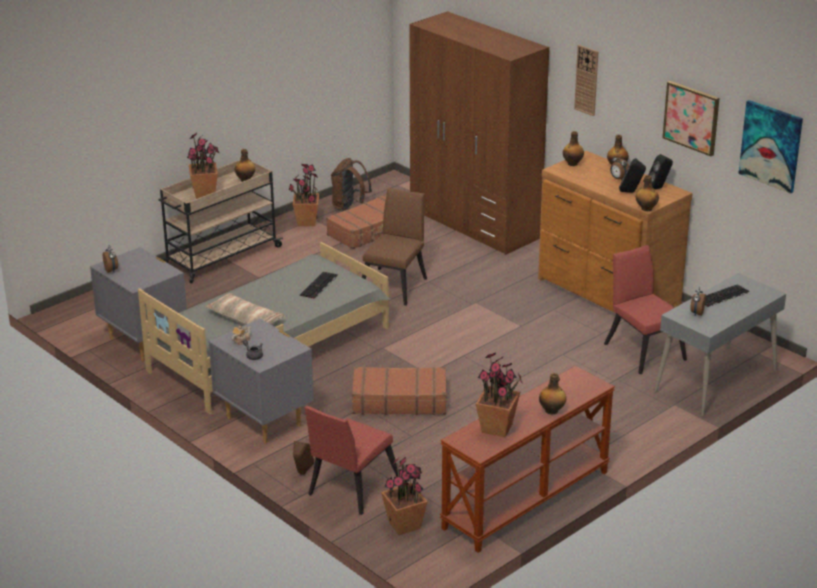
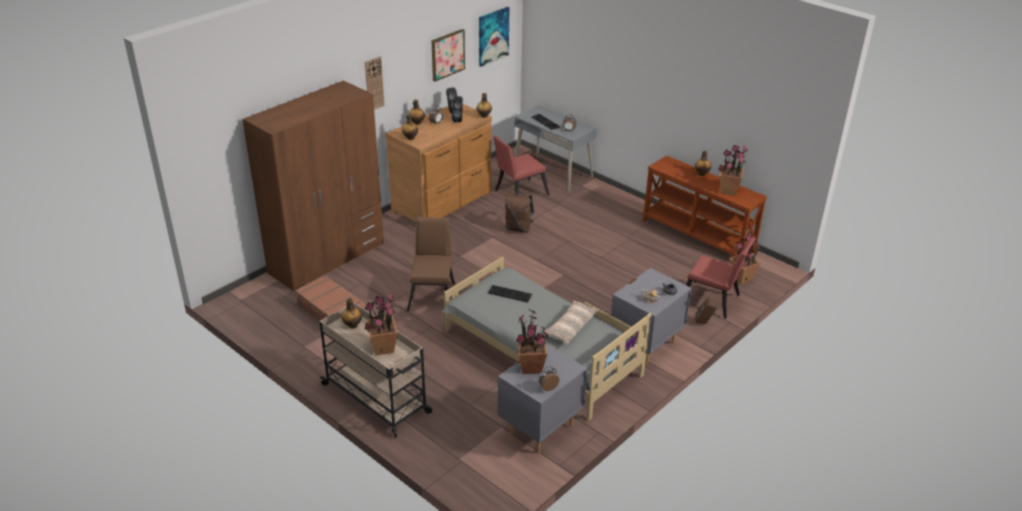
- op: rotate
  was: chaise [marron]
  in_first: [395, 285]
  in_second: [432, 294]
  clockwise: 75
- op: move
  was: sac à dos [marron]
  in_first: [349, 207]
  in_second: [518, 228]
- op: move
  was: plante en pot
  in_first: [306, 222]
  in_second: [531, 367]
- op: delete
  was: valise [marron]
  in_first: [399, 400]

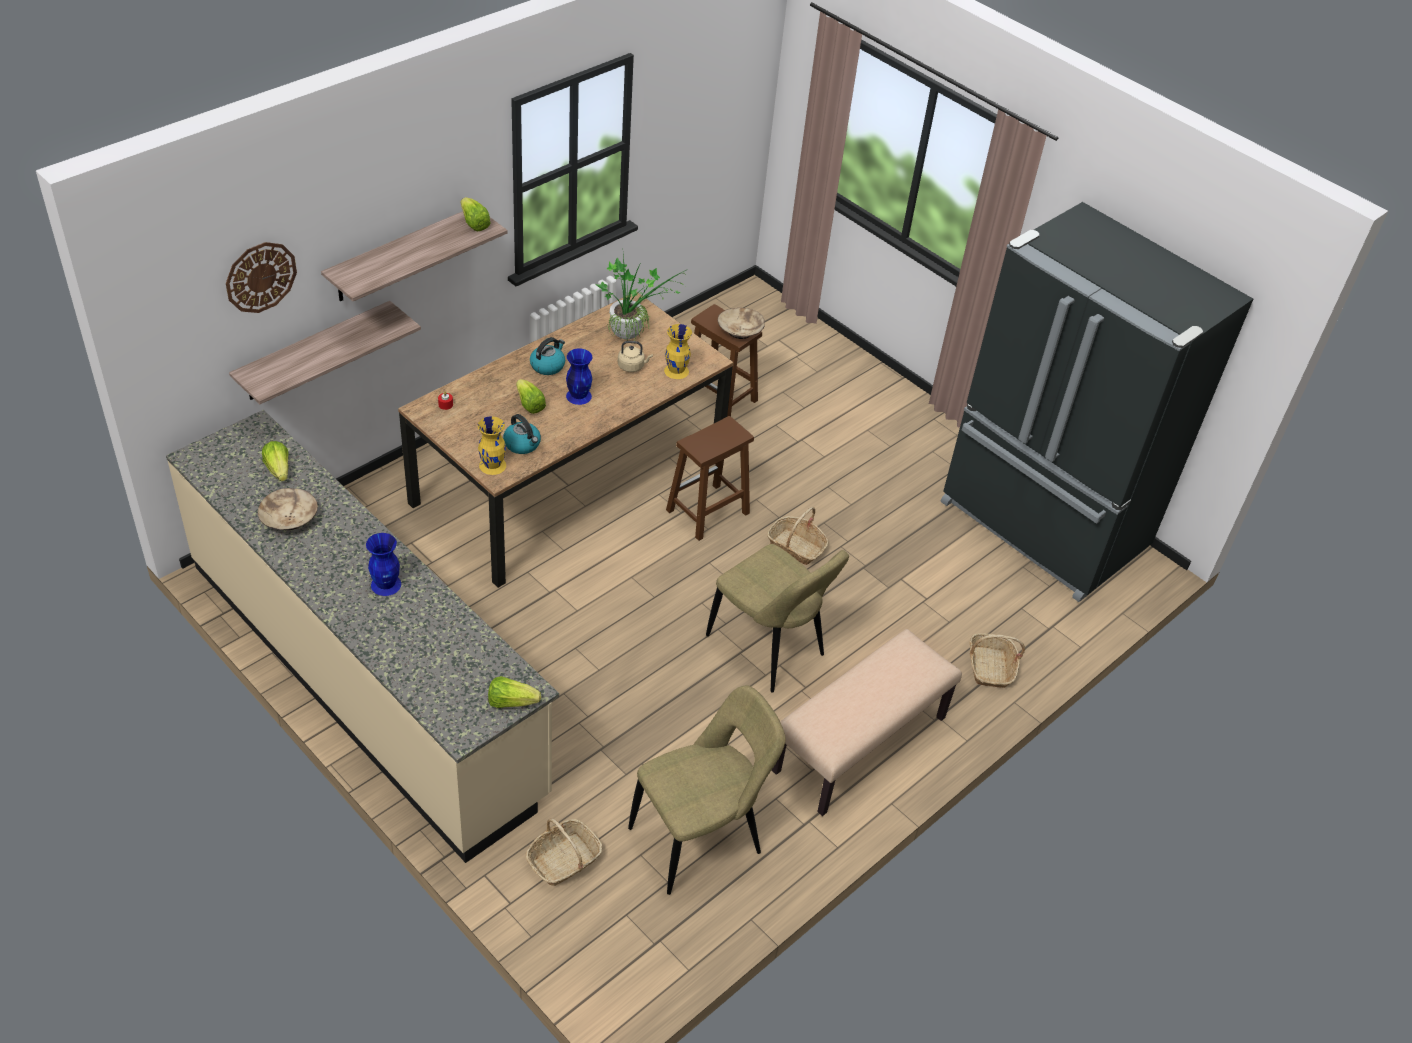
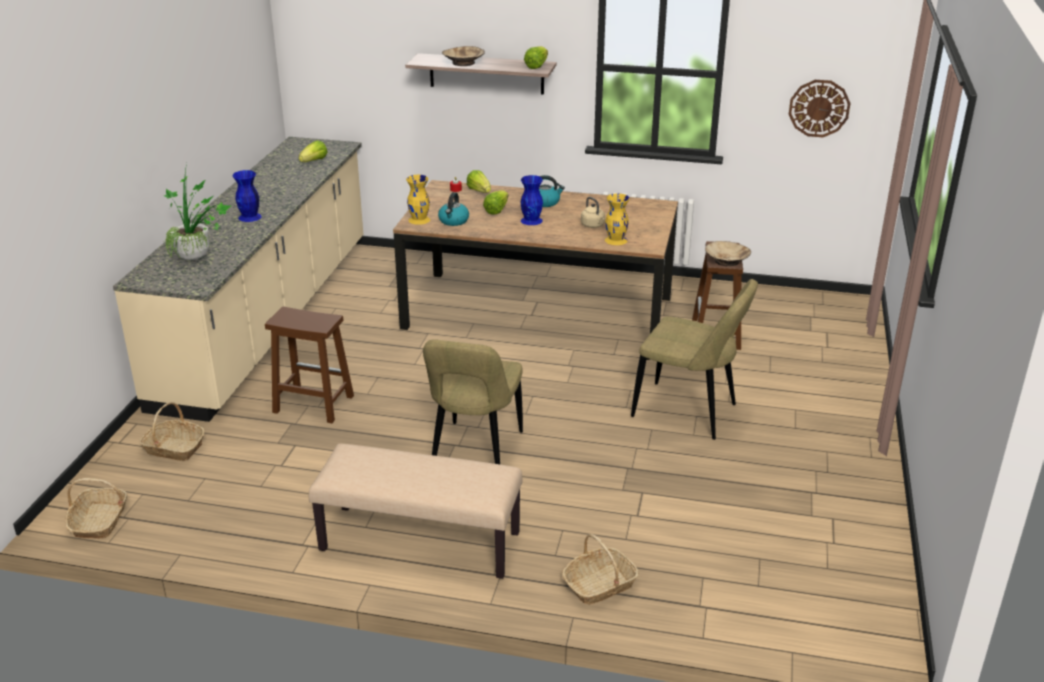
- op: move
  was: panier
  in_first: [796, 547]
  in_second: [99, 521]
- op: move
  was: plante en pot
  in_first: [632, 332]
  in_second: [199, 259]
- op: move
  was: tabouret [marron]
  in_first: [707, 512]
  in_second: [312, 404]
- op: move
  was: bol [beige]
  in_first: [289, 519]
  in_second: [463, 63]
- op: move
  was: laitue
  in_first: [511, 702]
  in_second: [479, 191]
- op: move
  was: chaise [beige]
  in_first: [700, 838]
  in_second: [689, 412]
- op: move
  was: horloge murale
  in_first: [260, 277]
  in_second: [819, 108]
- op: delete
  was: étagère
  in_first: [314, 352]
- op: delete
  was: réfrigérateur [noir]
  in_first: [1041, 527]

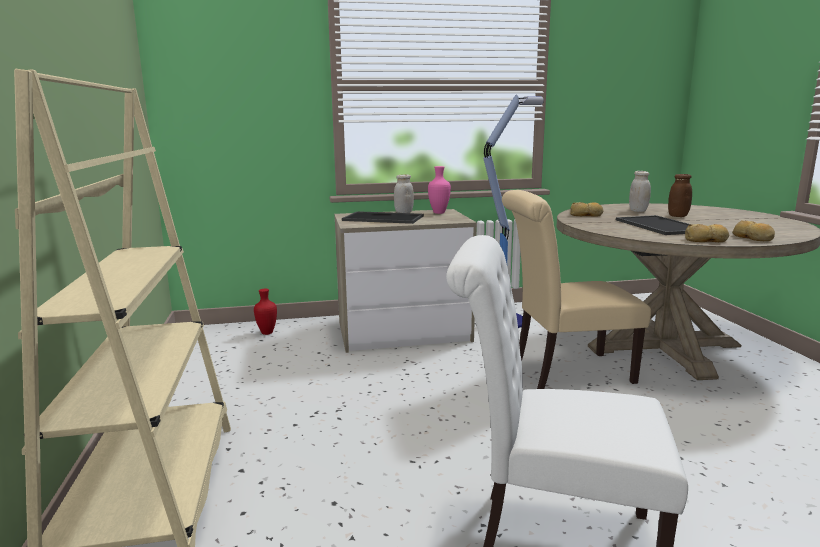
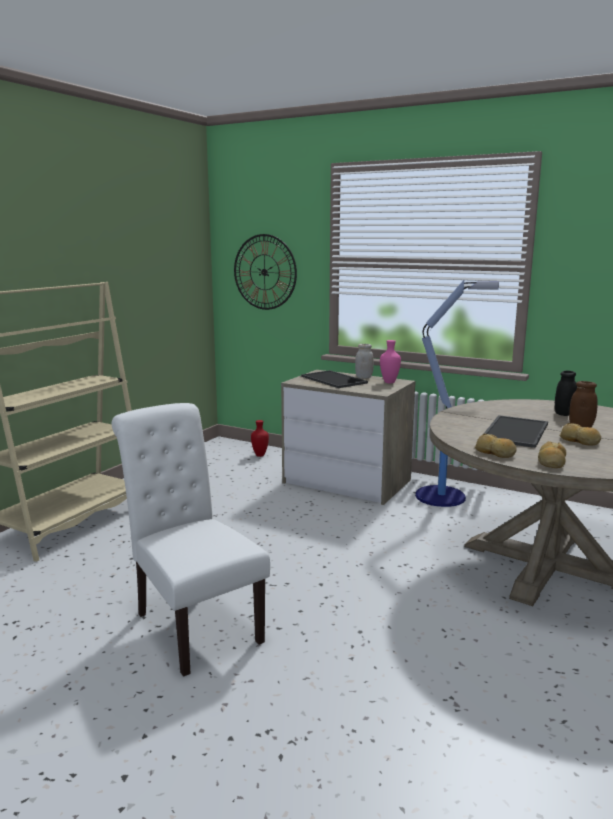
- op: insert
  now: horloge murale
  in_second: [264, 272]
- op: recolor
  was: bocal [blanc]
  now: bocal [noir]
  in_first: [638, 211]
  in_second: [564, 414]
- op: move
  was: pain
  in_first: [586, 215]
  in_second: [580, 441]
- op: delete
  was: chaise [beige]
  in_first: [565, 372]

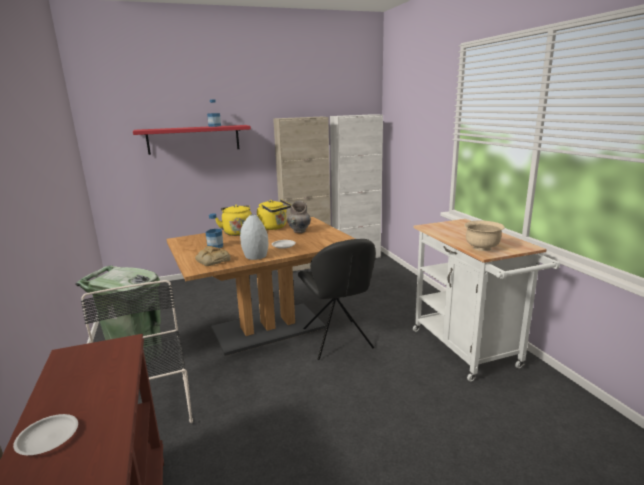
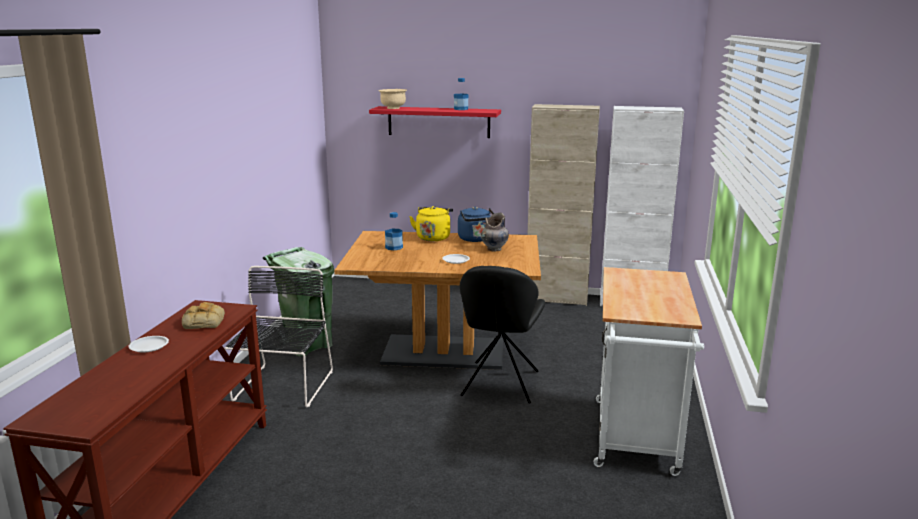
- op: move
  was: pain
  in_first: [212, 260]
  in_second: [203, 322]
- op: move
  was: bol [beige]
  in_first: [481, 248]
  in_second: [393, 108]
- op: recolor
  was: bouilloire [jaune]
  now: bouilloire [bleu]
  in_first: [274, 227]
  in_second: [476, 239]
- op: delete
  was: vase [gris]
  in_first: [255, 256]

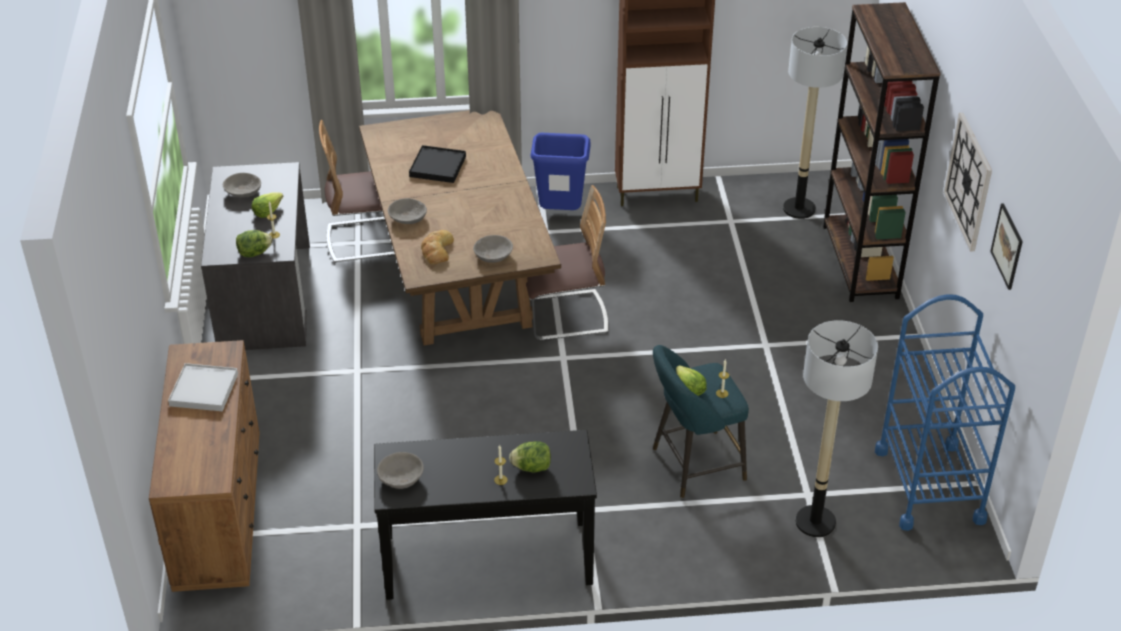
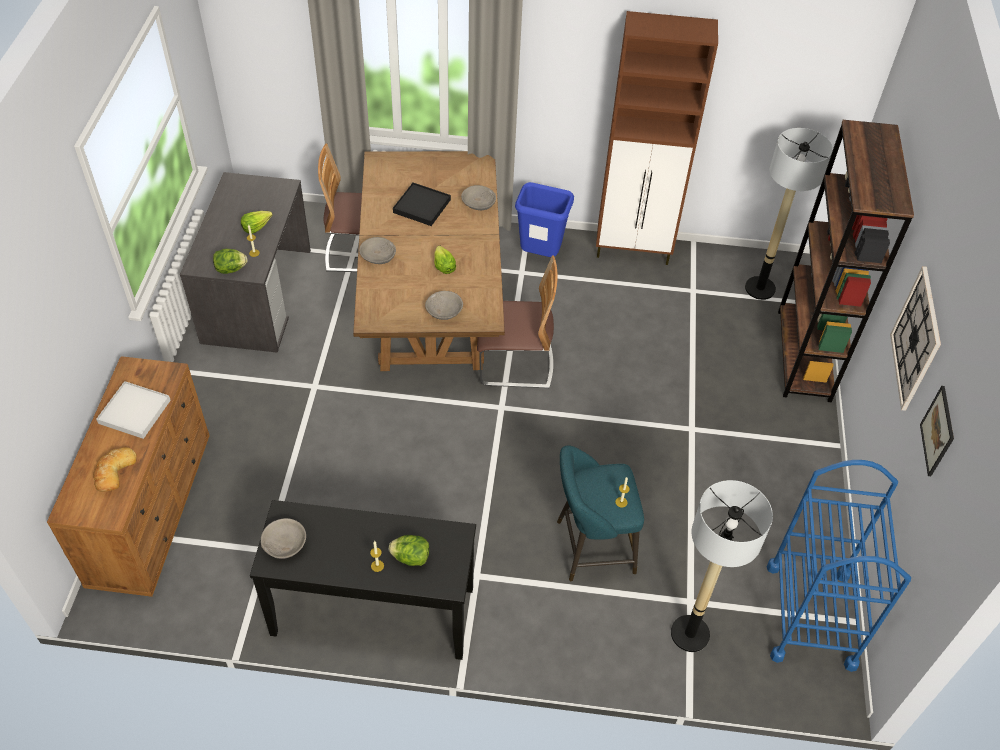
- op: move
  was: pain
  in_first: [436, 250]
  in_second: [113, 471]
- op: move
  was: laitue
  in_first: [689, 388]
  in_second: [443, 266]
- op: move
  was: bol [gris]
  in_first: [243, 192]
  in_second: [478, 204]

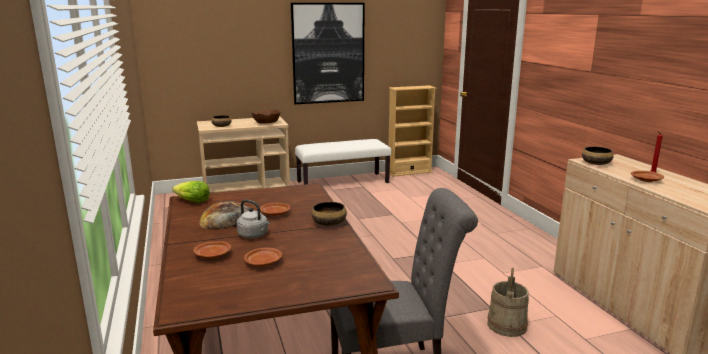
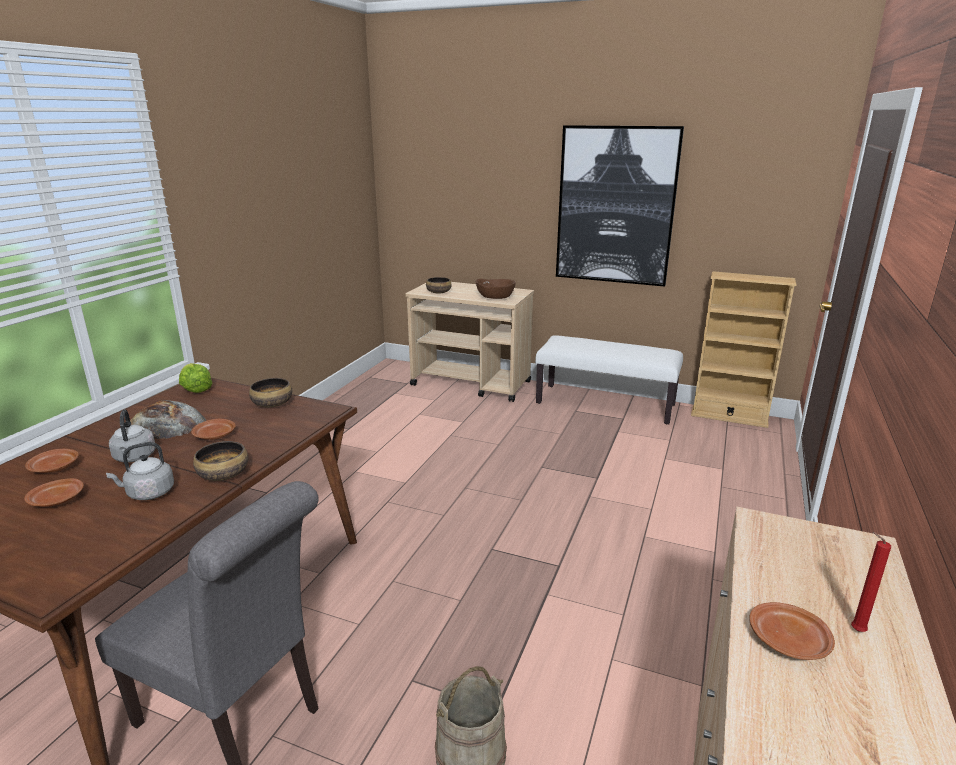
- op: insert
  now: bouilloire [gris]
  in_second: [148, 493]
- op: move
  was: bol
  in_first: [596, 163]
  in_second: [272, 404]

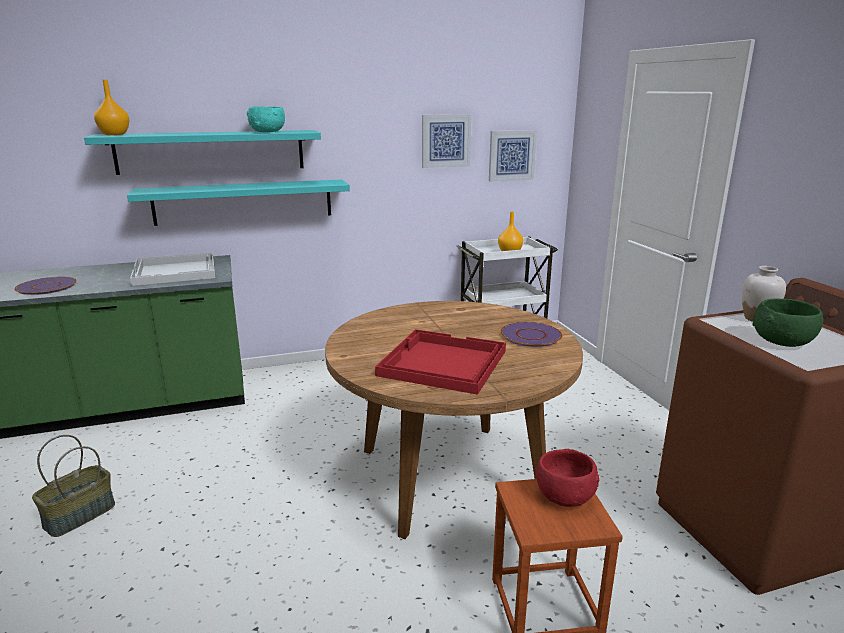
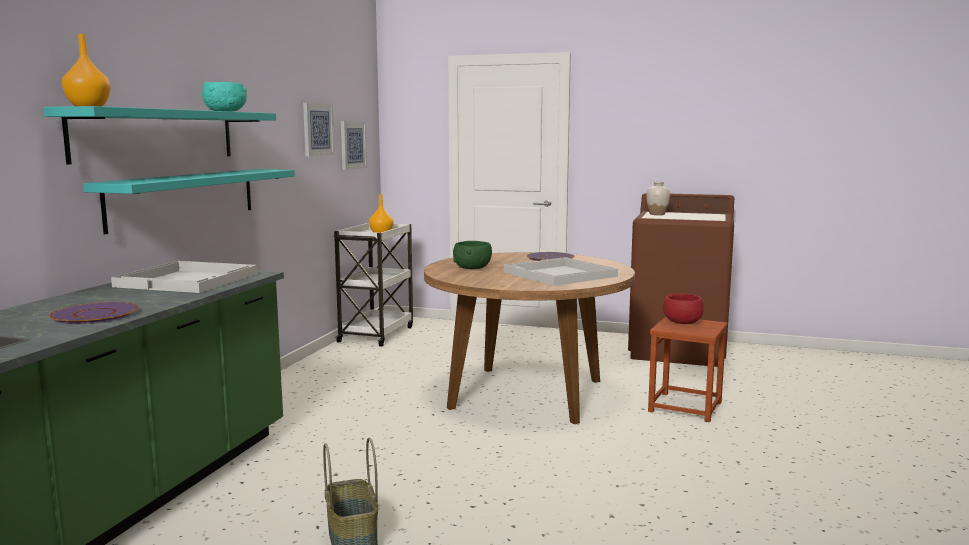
- op: move
  was: bol [vert]
  in_first: [782, 342]
  in_second: [473, 268]
- op: recolor
  was: plateau [rouge]
  now: plateau [blanc]
  in_first: [441, 363]
  in_second: [559, 274]

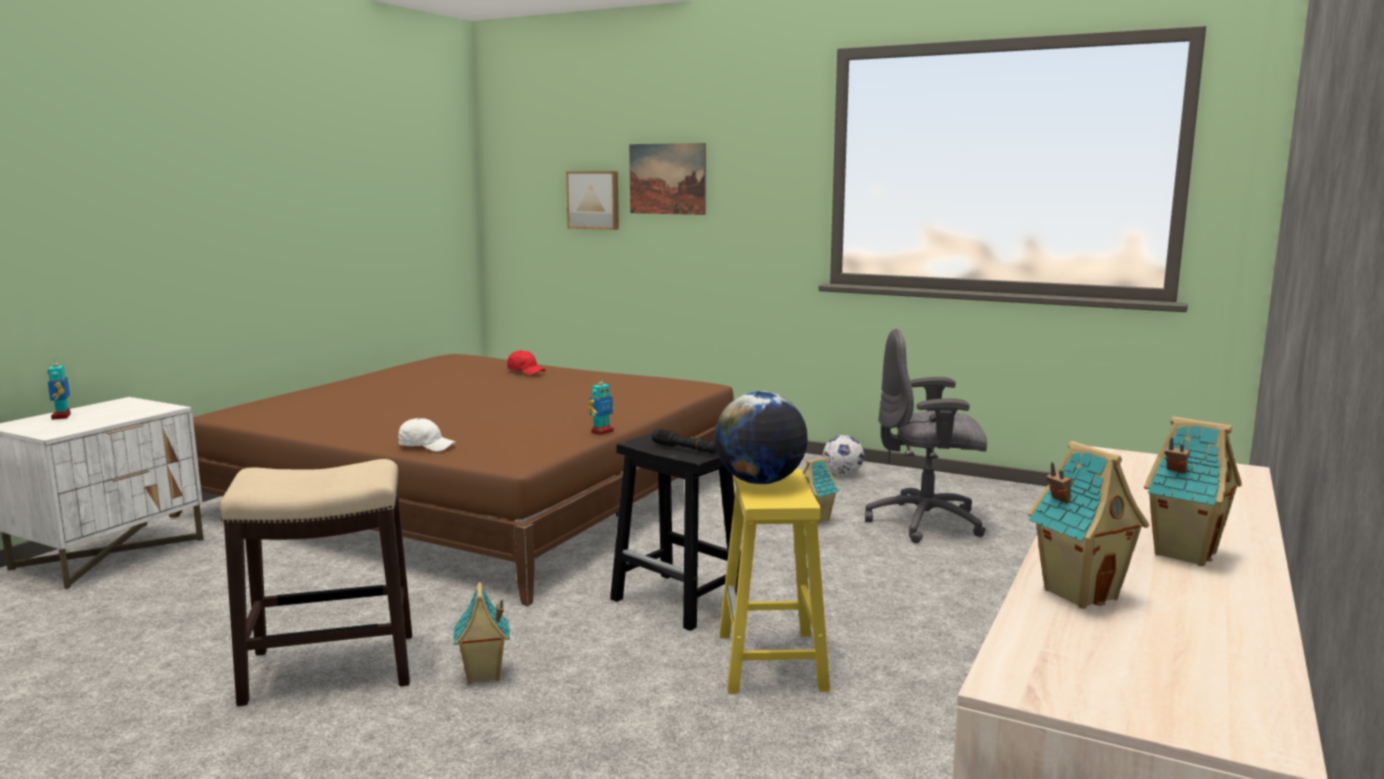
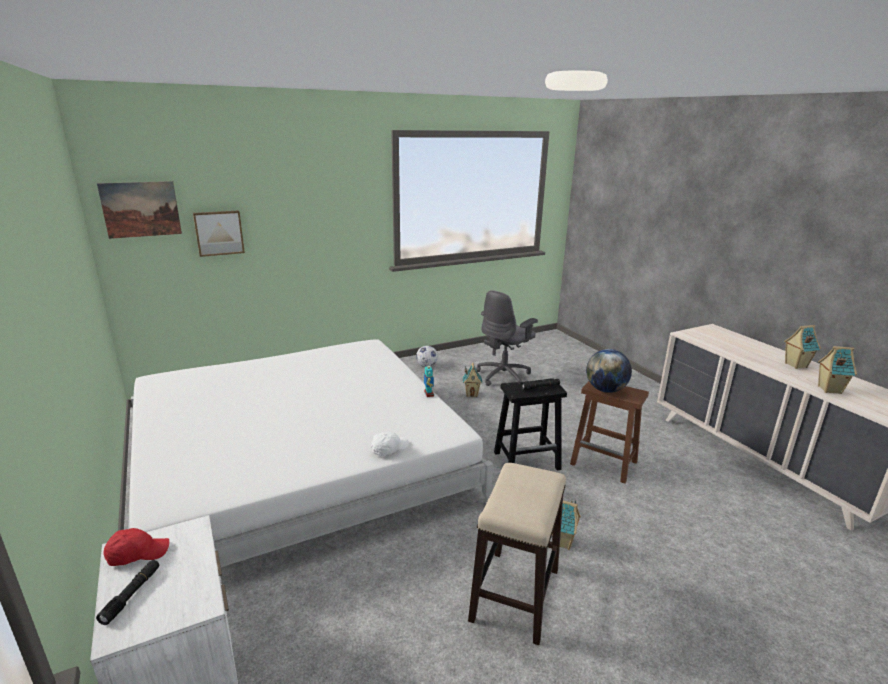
- op: replace
  was: robot jouet
  now: lampe de poche [noir]
  in_first: [62, 416]
  in_second: [131, 595]
- op: move
  was: tableau
  in_first: [667, 179]
  in_second: [141, 209]
- op: move
  was: casquette [rouge]
  in_first: [526, 371]
  in_second: [137, 553]
- op: recolor
  was: lit [marron]
  now: lit [blanc]
  in_first: [481, 490]
  in_second: [299, 463]
- op: recolor
  was: tabouret [jaune]
  now: tabouret [marron]
  in_first: [772, 662]
  in_second: [605, 463]

